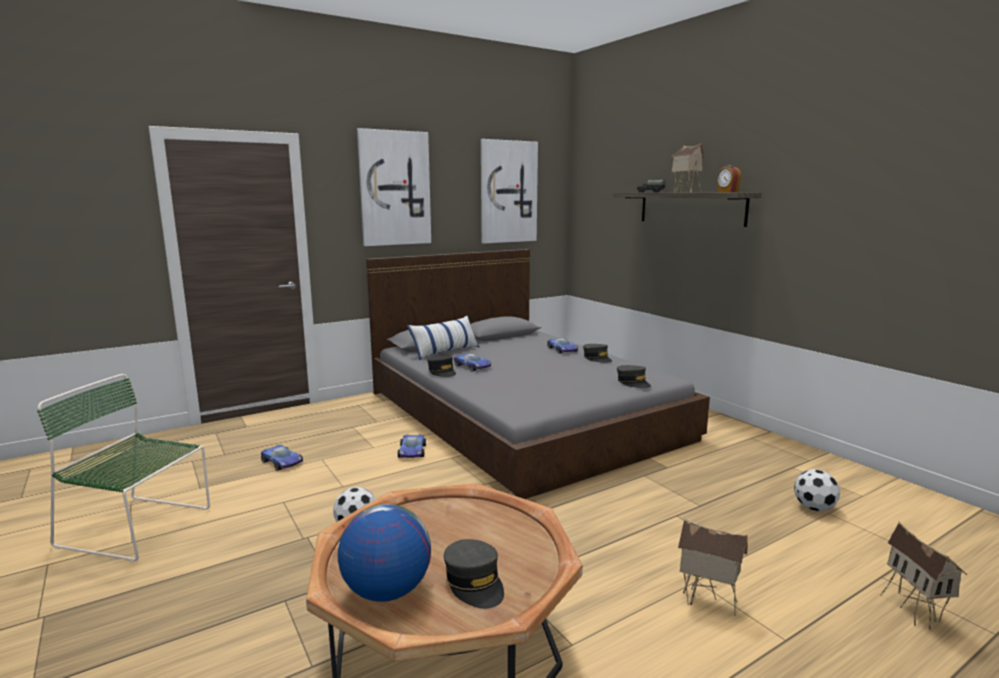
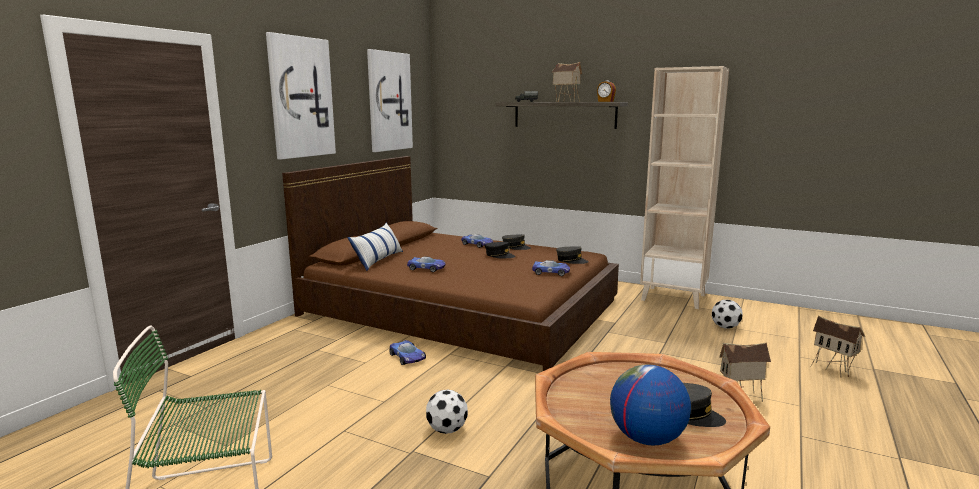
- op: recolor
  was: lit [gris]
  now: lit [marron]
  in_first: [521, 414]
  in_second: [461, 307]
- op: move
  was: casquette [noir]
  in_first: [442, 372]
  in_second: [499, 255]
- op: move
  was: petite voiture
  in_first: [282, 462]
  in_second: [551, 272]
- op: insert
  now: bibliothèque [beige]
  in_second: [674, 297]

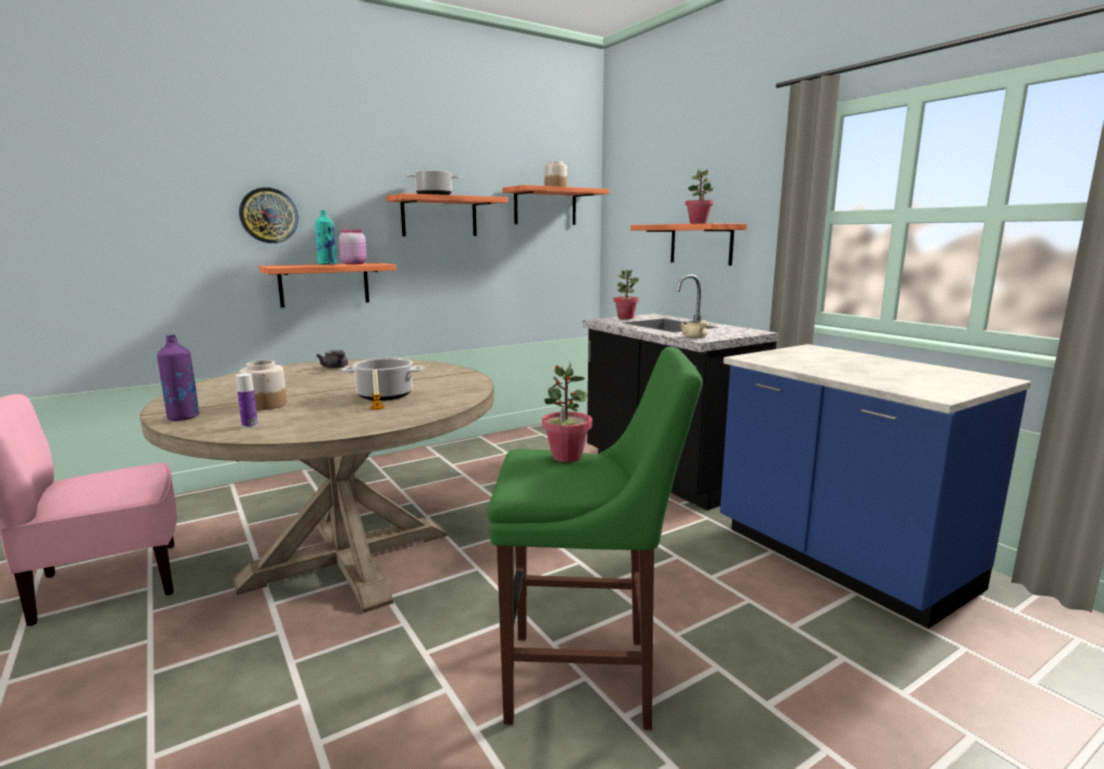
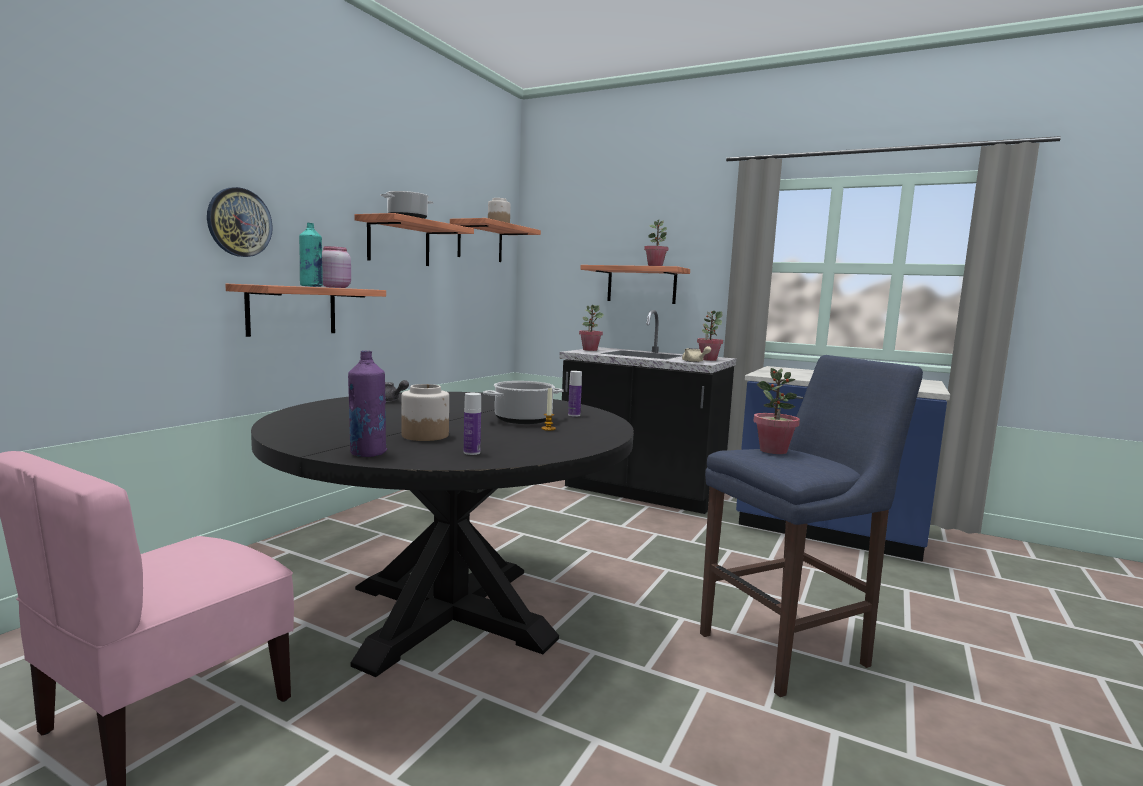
- op: recolor
  was: table à manger [beige]
  now: table à manger [noir]
  in_first: [347, 557]
  in_second: [450, 612]
- op: insert
  now: bouteille
  in_second: [574, 415]
- op: insert
  now: plante en pot
  in_second: [708, 359]
- op: recolor
  was: tabouret [vert]
  now: tabouret [bleu]
  in_first: [588, 679]
  in_second: [789, 648]

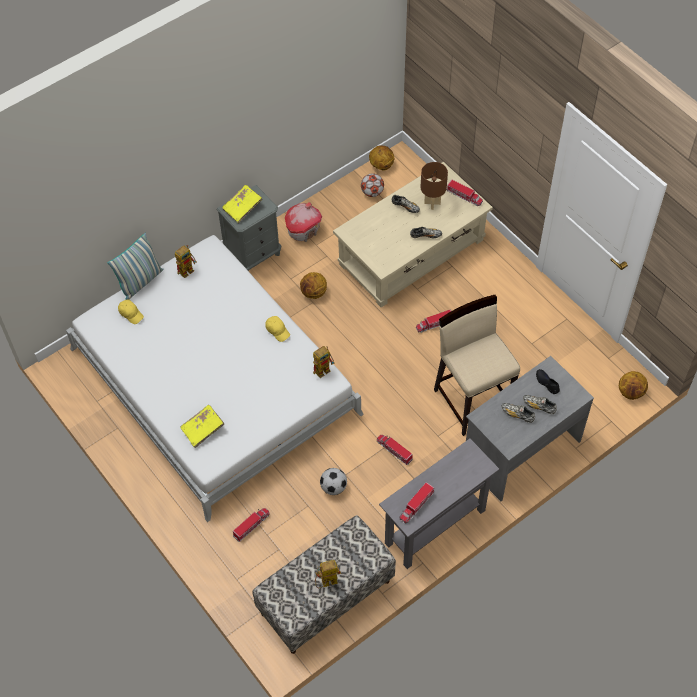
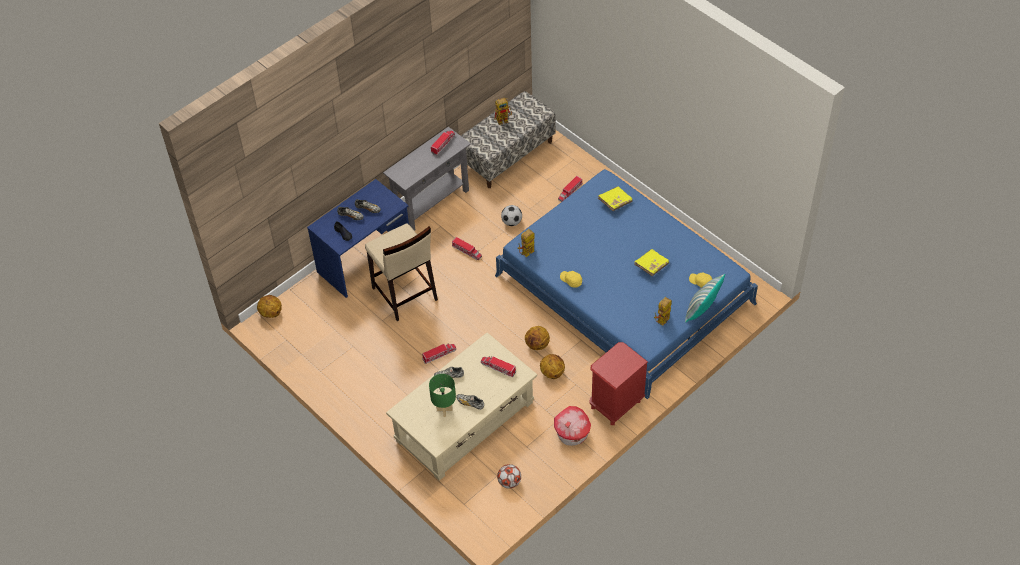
- op: recolor
  was: bureau [gris]
  now: bureau [bleu]
  in_first: [520, 450]
  in_second: [365, 261]
- op: recolor
  was: lampe de table [marron]
  now: lampe de table [vert]
  in_first: [432, 203]
  in_second: [444, 410]
- op: move
  was: camion jouet
  in_first: [464, 196]
  in_second: [498, 368]
- op: recolor
  was: lit [blanc]
  now: lit [bleu]
  in_first: [214, 381]
  in_second: [624, 289]
- op: move
  was: ballon de basket
  in_first: [381, 165]
  in_second: [537, 345]
- op: recolor
  was: table de chevet [gris]
  now: table de chevet [rouge]
  in_first: [253, 254]
  in_second: [615, 404]
- op: move
  was: livre [jaune]
  in_first: [242, 207]
  in_second: [651, 266]

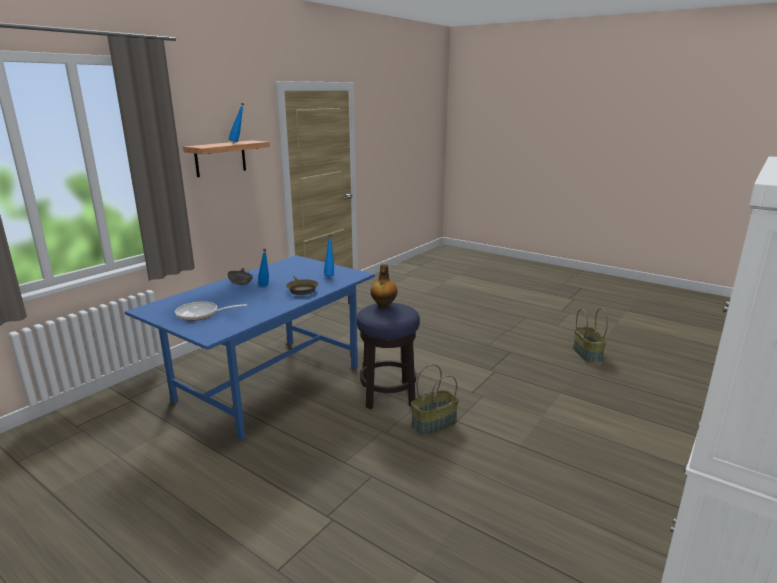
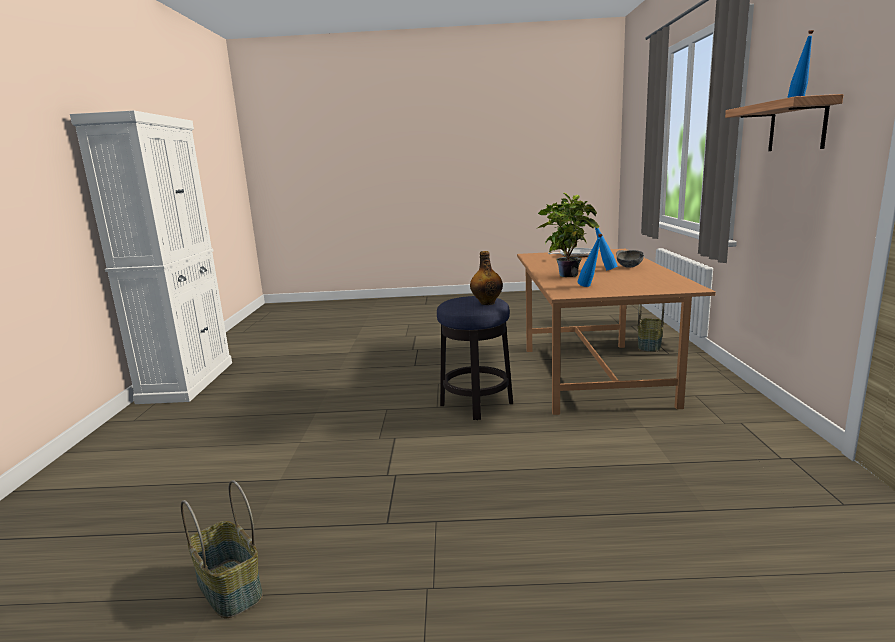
- op: recolor
  was: table à manger [bleu]
  now: table à manger [marron]
  in_first: [269, 382]
  in_second: [594, 375]
- op: replace
  was: poêle [marron]
  now: plante en pot
  in_first: [301, 290]
  in_second: [567, 275]
- op: move
  was: panier
  in_first: [434, 424]
  in_second: [649, 345]

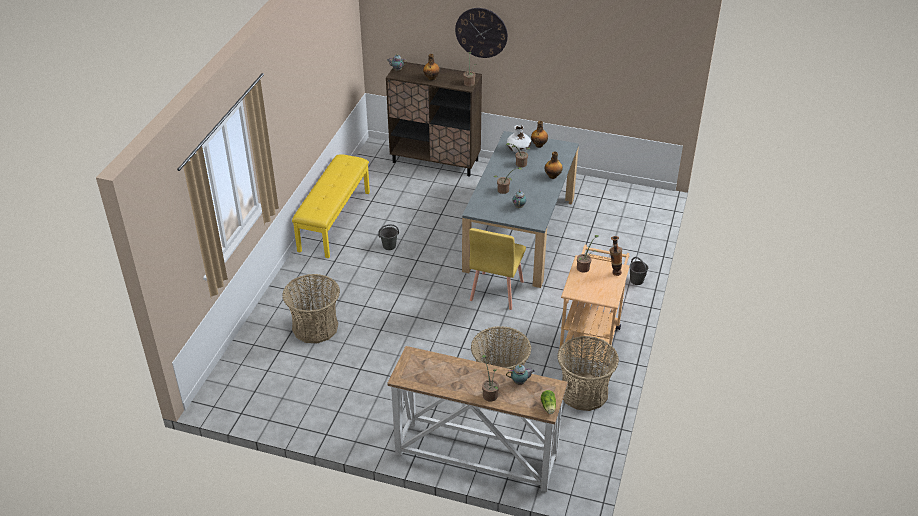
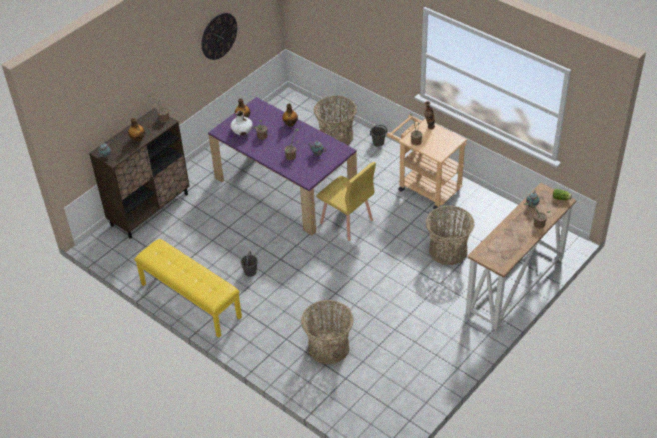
- op: move
  was: horloge murale
  in_first: [481, 32]
  in_second: [219, 36]
- op: recolor
  was: table à manger [gris]
  now: table à manger [violet]
  in_first: [520, 233]
  in_second: [285, 186]
- op: move
  was: panier
  in_first: [584, 392]
  in_second: [336, 136]

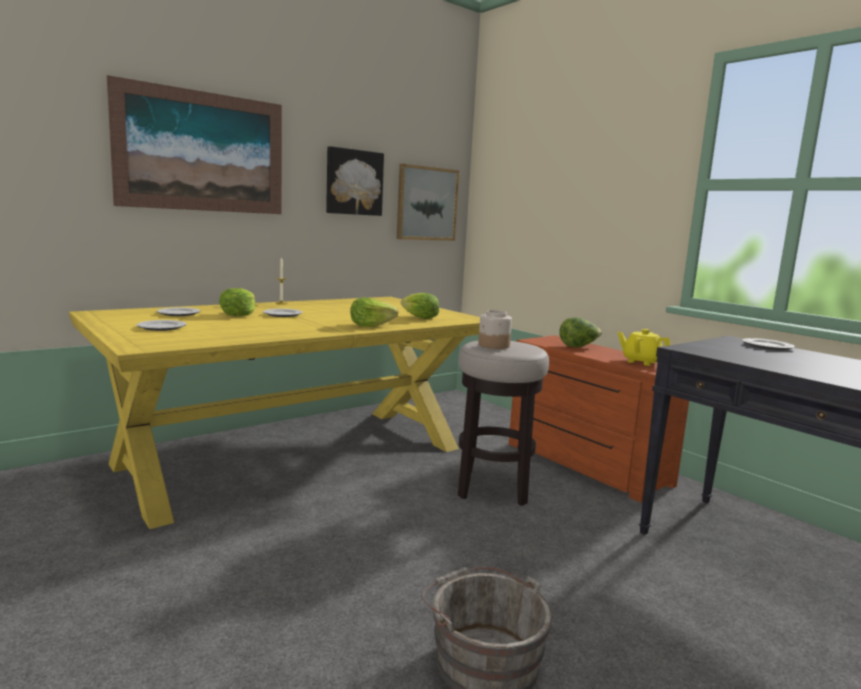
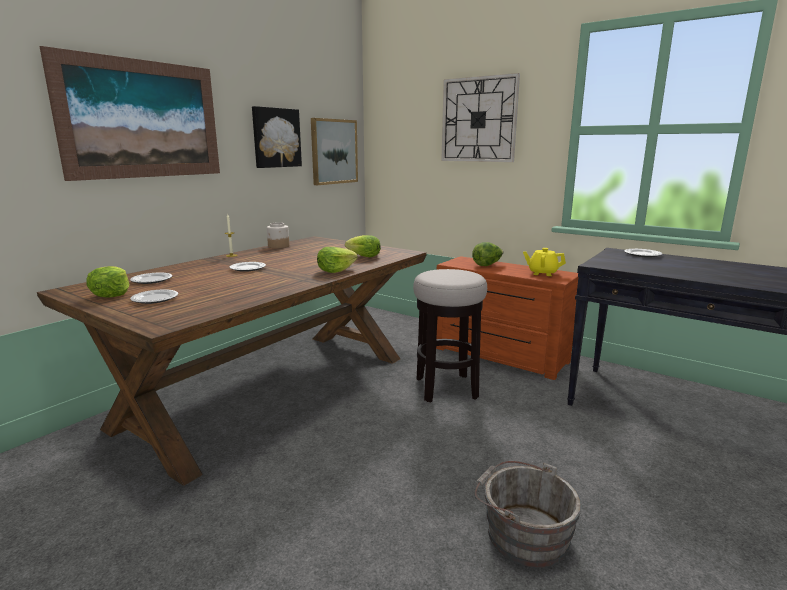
- op: recolor
  was: table à manger [jaune]
  now: table à manger [marron]
  in_first: [296, 455]
  in_second: [272, 388]
- op: move
  was: laitue
  in_first: [239, 314]
  in_second: [112, 294]
- op: move
  was: bocal
  in_first: [493, 345]
  in_second: [278, 246]
- op: insert
  now: horloge murale
  in_second: [478, 120]

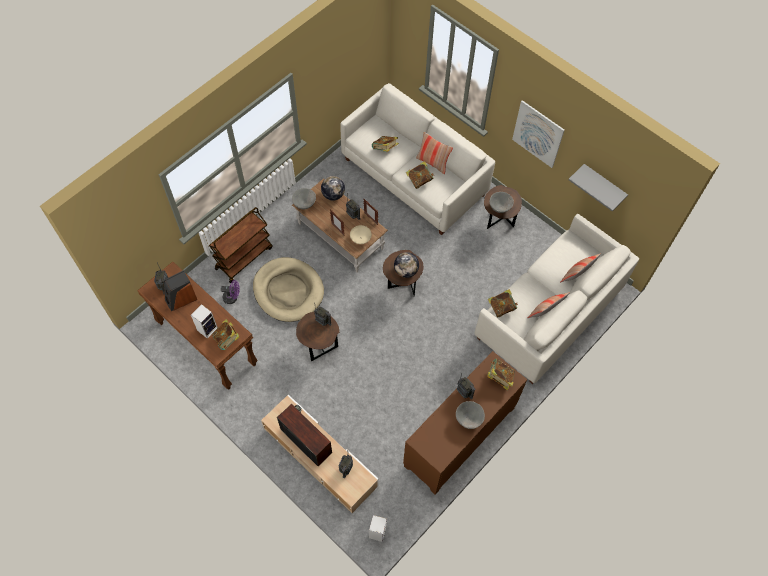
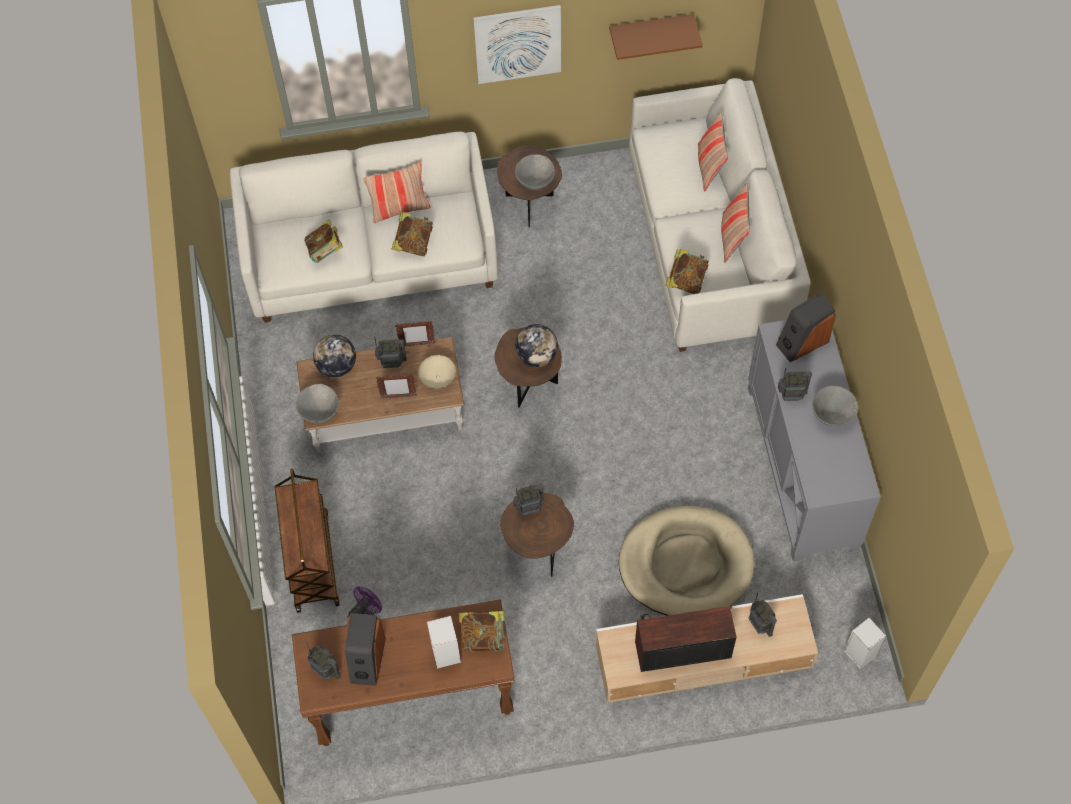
- op: recolor
  was: étagère [gris]
  now: étagère [marron]
  in_first: [603, 184]
  in_second: [651, 30]
- op: move
  was: panier pour chien [beige]
  in_first: [288, 291]
  in_second: [686, 564]
- op: recolor
  was: meuble de rangement [marron]
  now: meuble de rangement [gris]
  in_first: [460, 437]
  in_second: [803, 467]
- op: replace
  was: livre
  now: enceinte
  in_first: [499, 378]
  in_second: [802, 342]

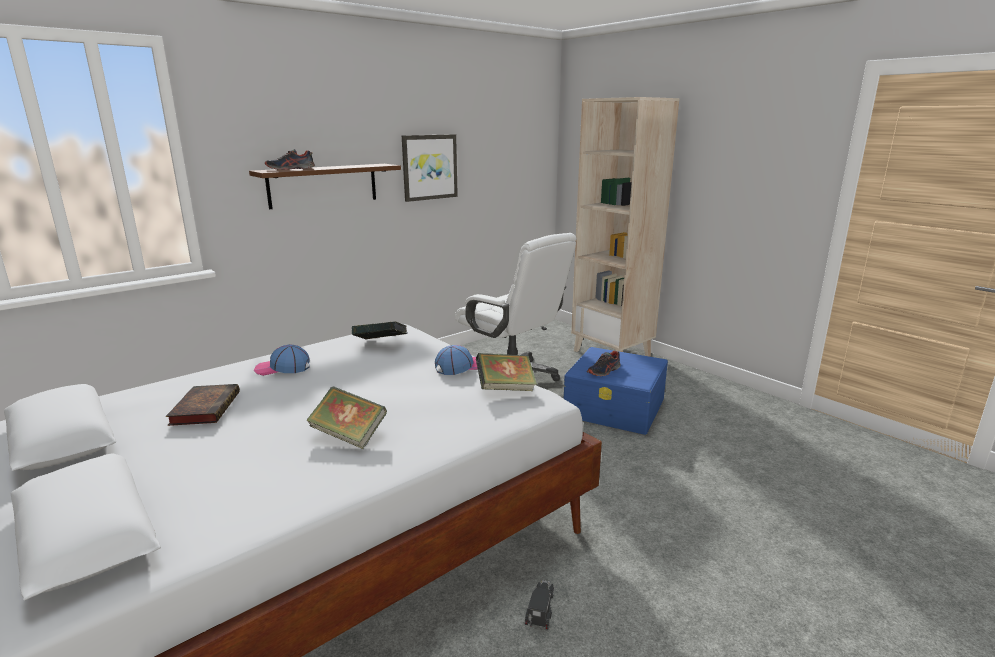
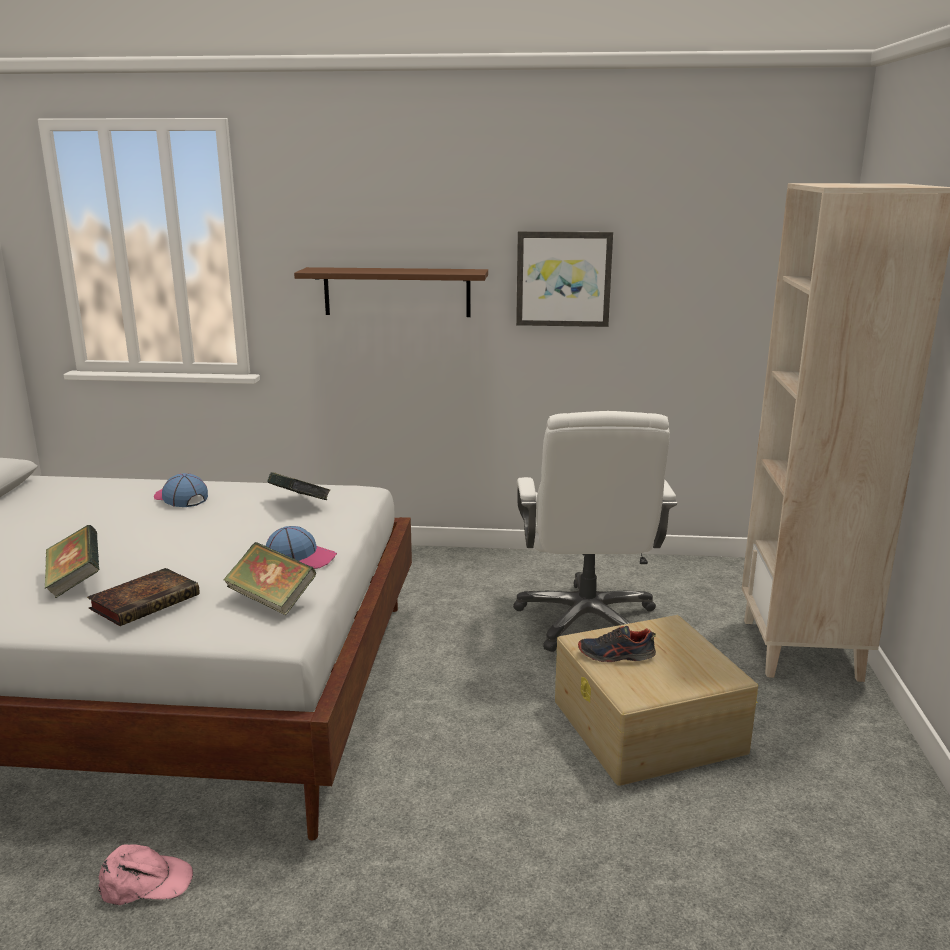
- op: move
  was: livre
  in_first: [205, 408]
  in_second: [147, 601]
- op: replace
  was: camion jouet
  now: casquette [rose]
  in_first: [540, 612]
  in_second: [146, 883]
- op: recolor
  was: boîte de rangement [bleu]
  now: boîte de rangement [beige]
  in_first: [615, 407]
  in_second: [648, 726]
- op: delete
  was: chaussure
  in_first: [290, 169]

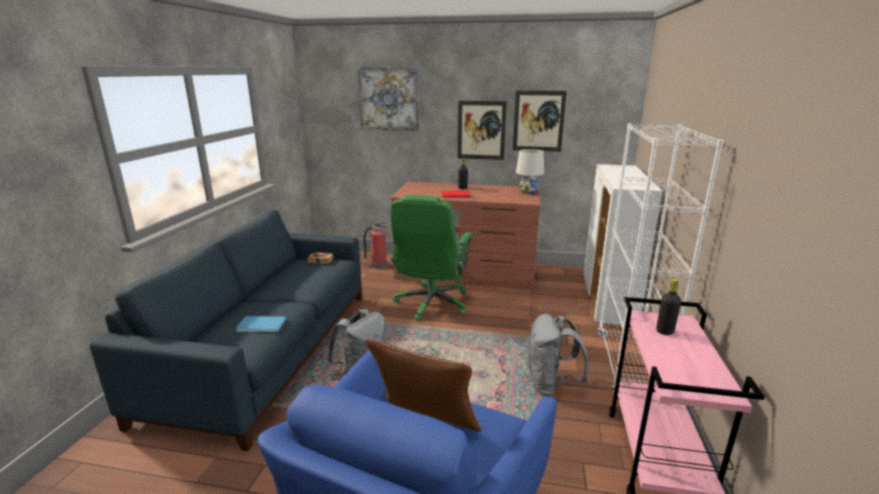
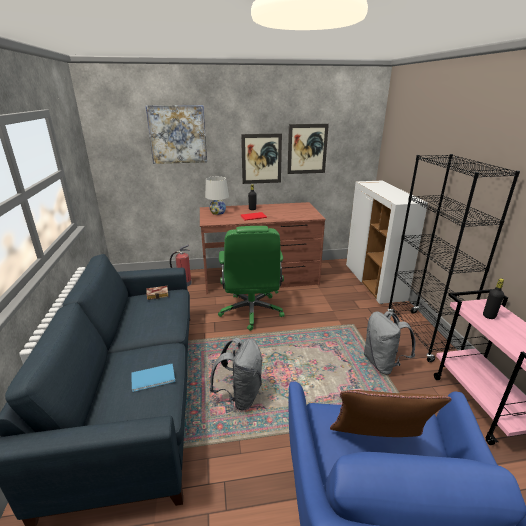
- op: move
  was: lampe de table [blanc]
  in_first: [528, 192]
  in_second: [217, 213]
- op: recolor
  was: bibliothèque [blanc]
  now: bibliothèque [noir]
  in_first: [628, 366]
  in_second: [421, 335]

